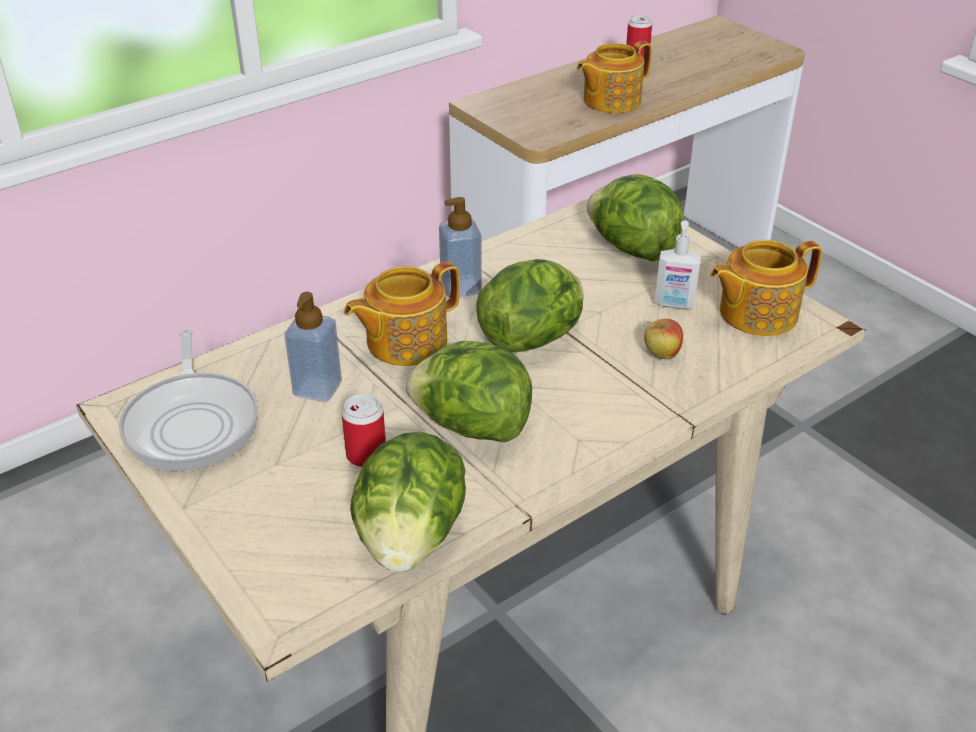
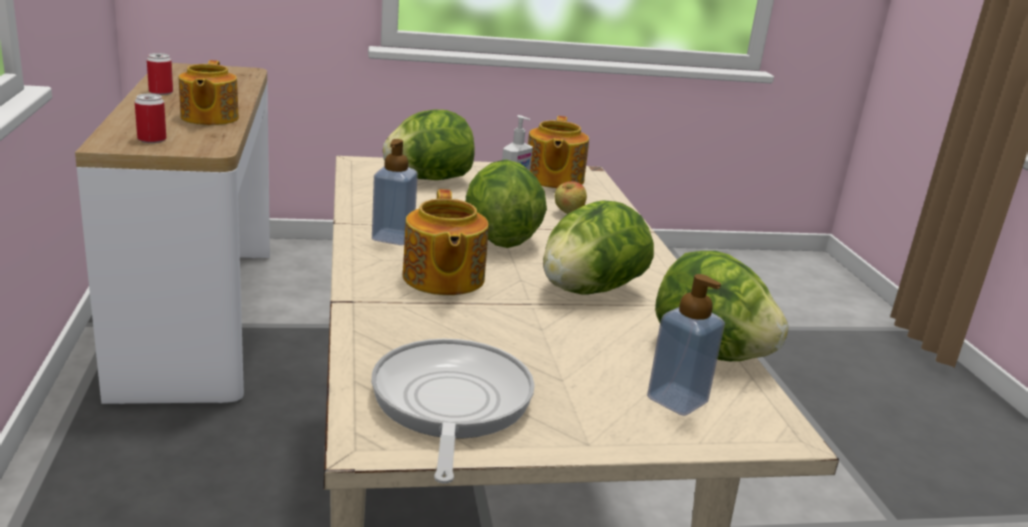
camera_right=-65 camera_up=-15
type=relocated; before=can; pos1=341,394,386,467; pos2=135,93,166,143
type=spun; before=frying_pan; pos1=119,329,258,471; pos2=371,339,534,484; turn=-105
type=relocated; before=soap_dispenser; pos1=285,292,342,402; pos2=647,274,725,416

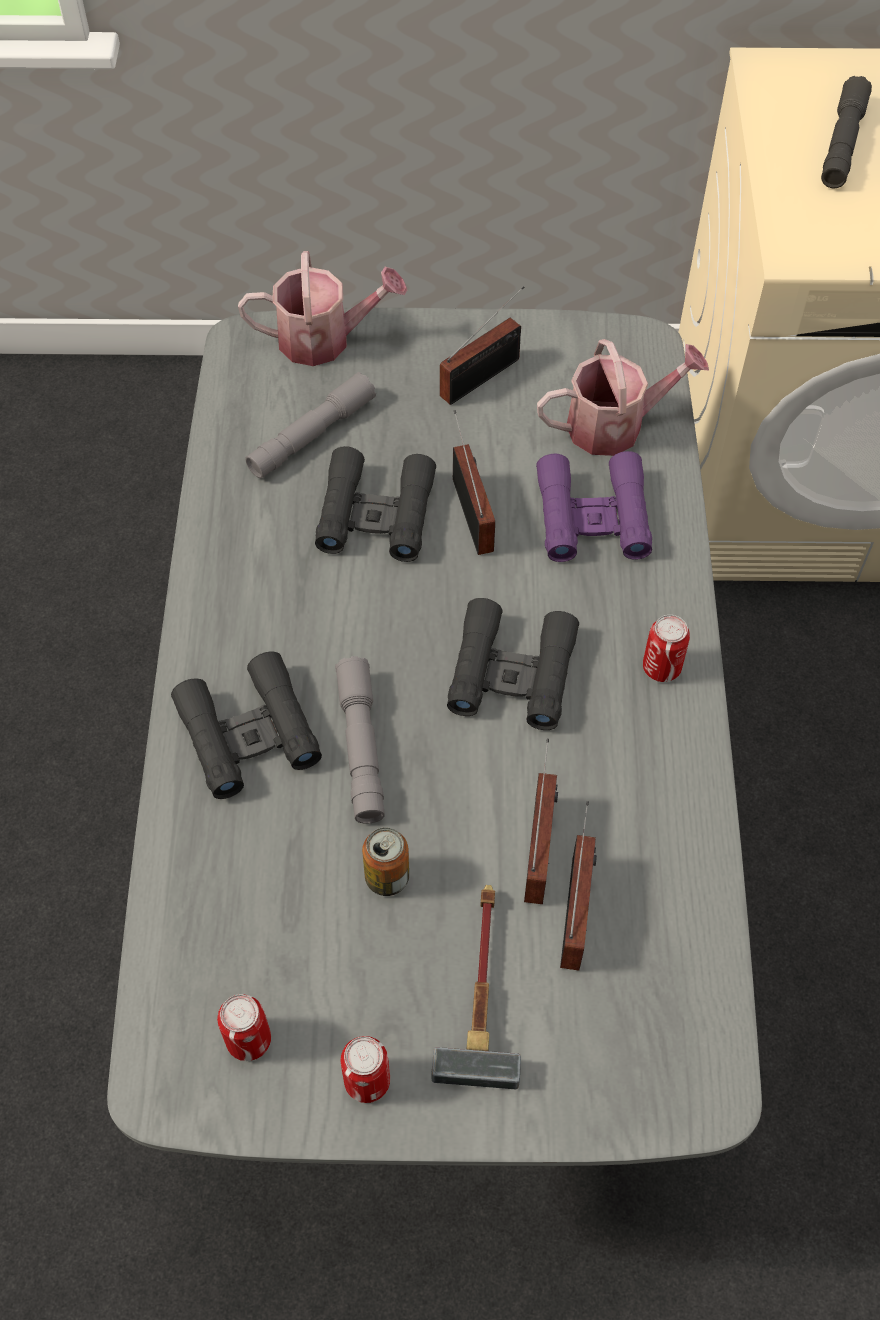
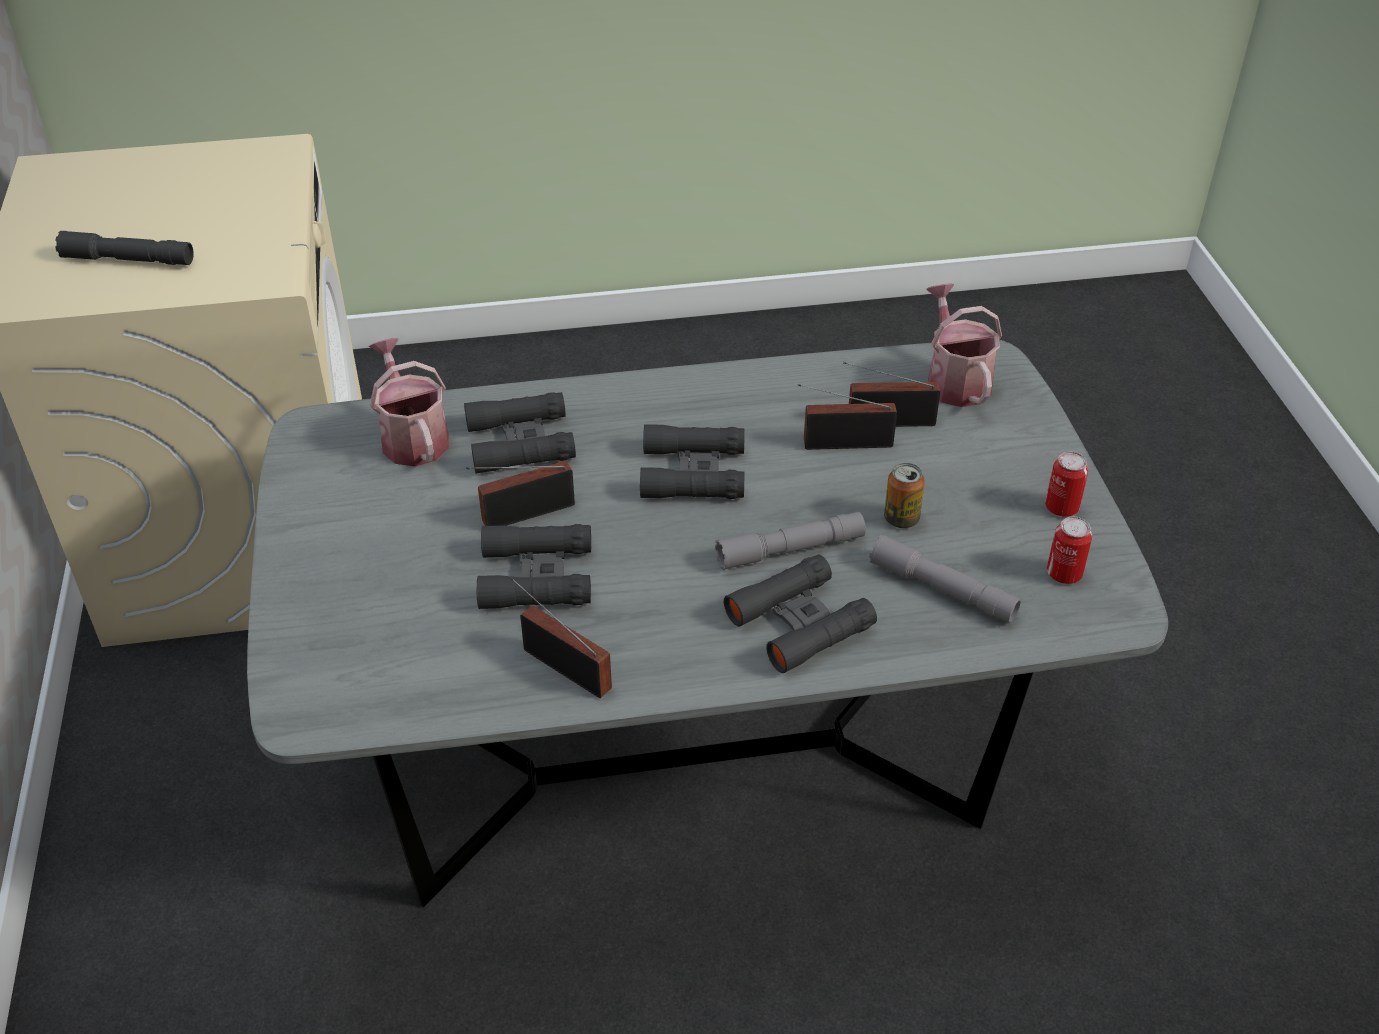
camera_right=-100 camera_up=-15
type=colour; before=purple_binoculars; after=black_binoculars; pos1=536,451,652,562; pos2=464,392,576,474
type=relocated; before=radio; pos1=440,286,524,405; pos2=510,577,612,698
type=relocated; before=grey_flashlight; pos1=245,372,376,478; pos2=869,535,1021,623
type=relocated; before=watering_can; pos1=238,251,407,366; pos2=927,283,1002,407
type=missing; before=hammer; pos1=432,885,521,1089
type=missing; before=can; pos1=643,615,690,682

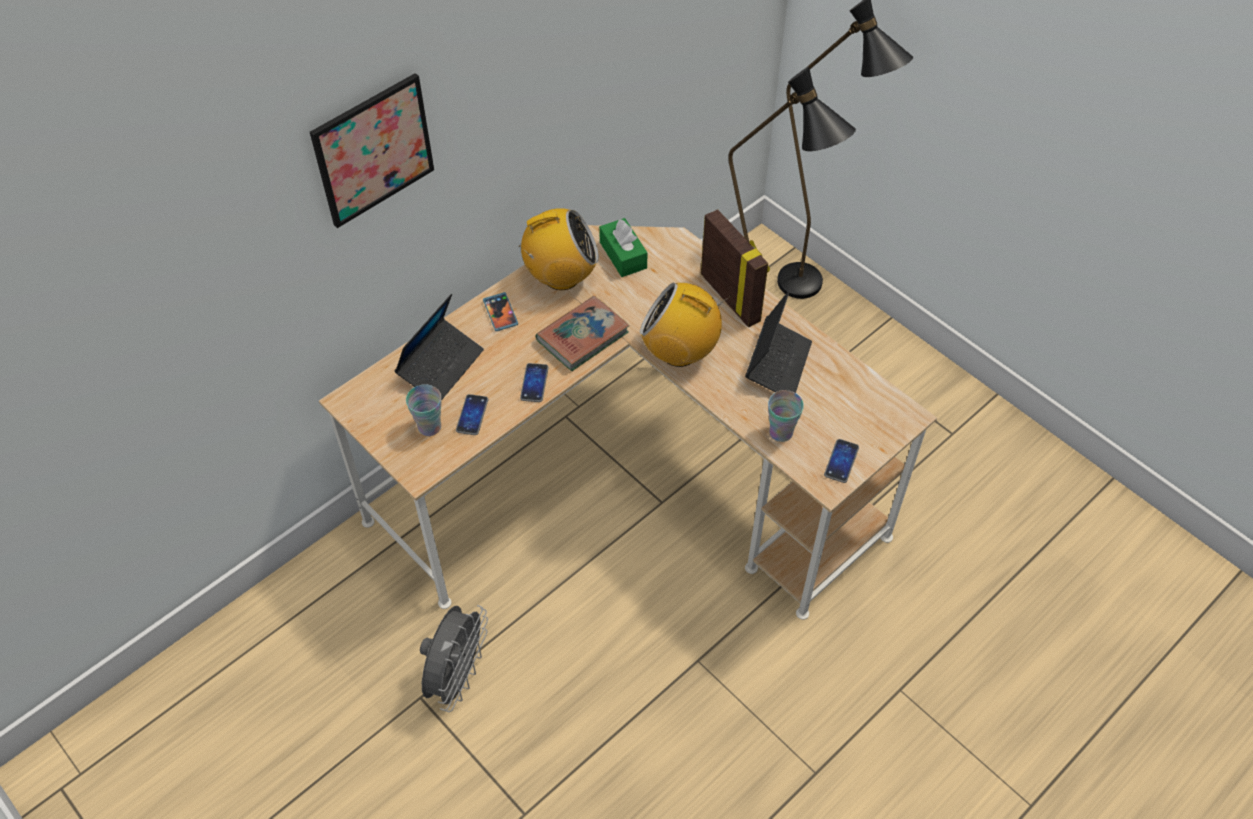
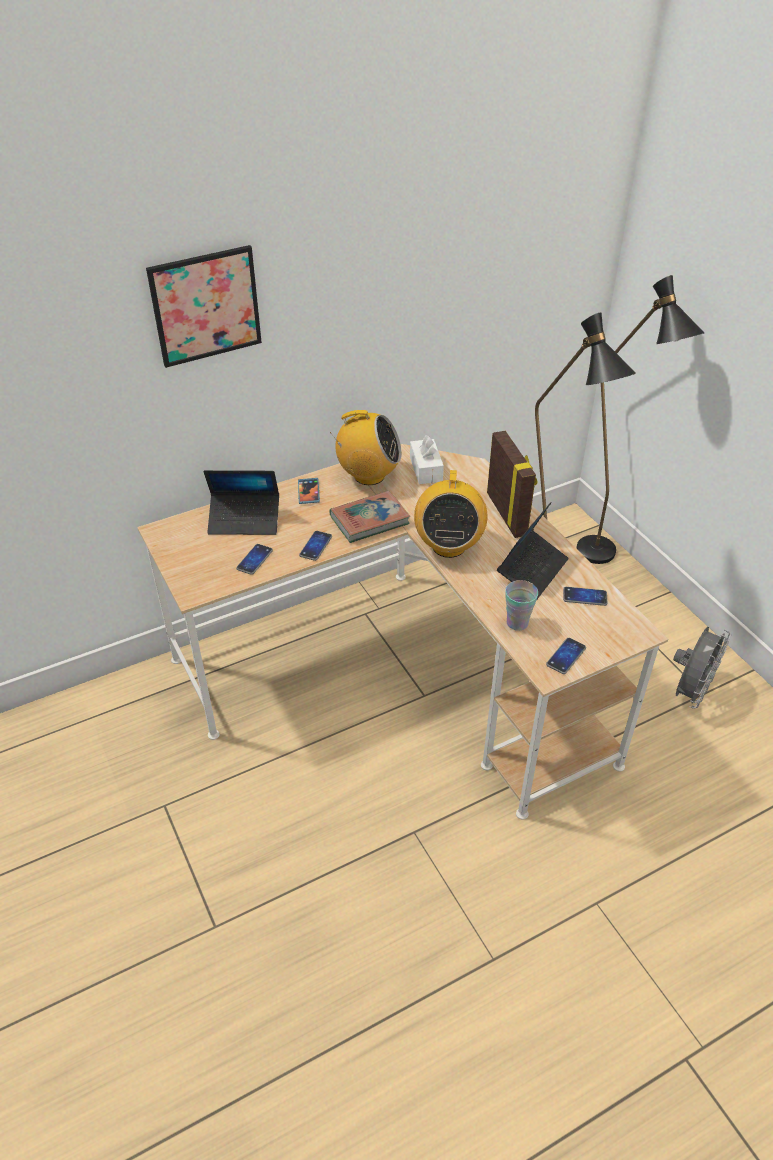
camera_right=15 camera_up=-10
type=spun; before=laptop; pos1=394,294,484,400; pos2=204,470,279,535; turn=45
type=colour; before=green_tissue_box; after=white_tissue_box; pos1=599,218,647,277; pos2=410,435,444,484
type=spun; before=radio; pos1=640,282,731,367; pos2=414,469,488,558; turn=-120
type=appeared; after=phone; pos2=563,587,607,606
type=relocated; before=grey_fan; pos1=420,605,488,712; pos2=673,626,731,709
type=missing; before=cup; pos1=406,384,442,436

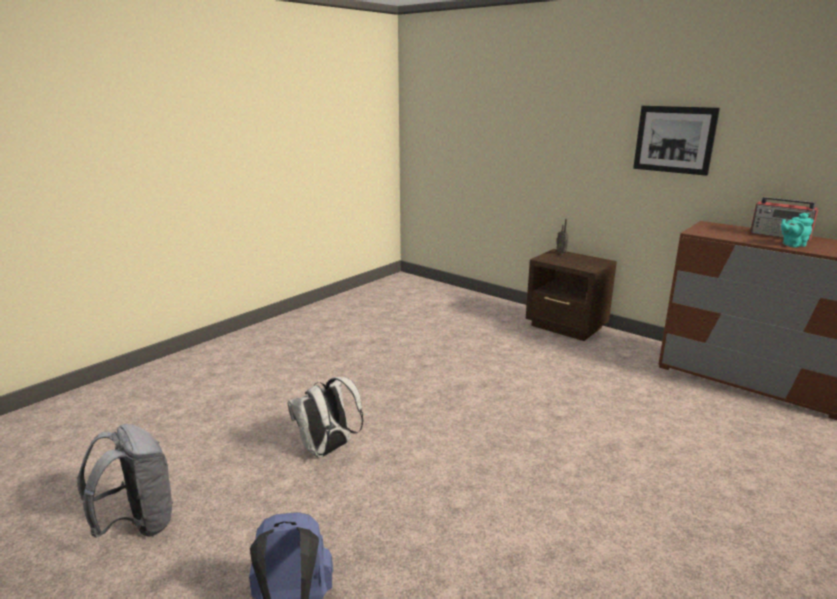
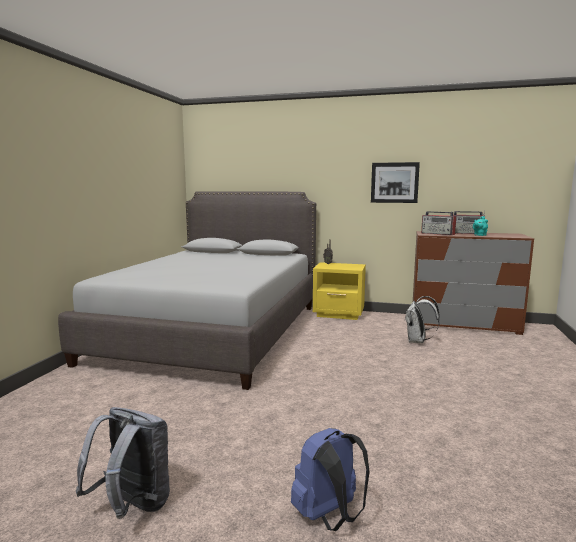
camera_right=-25 camera_up=-10
type=appeared; after=grey_bed; pos2=58,191,316,390
type=colour; before=brown_nightstand; after=yellow_nightstand; pos1=526,249,617,341; pos2=313,262,366,320
type=relocated; before=white_backpack; pos1=288,377,364,458; pos2=405,296,440,343
type=appeared; after=radio; pos2=421,211,456,235

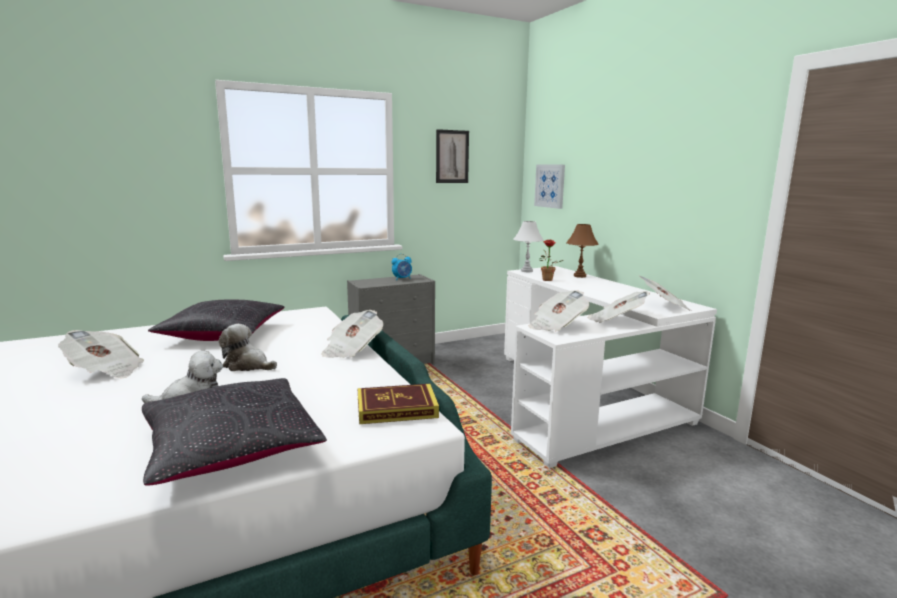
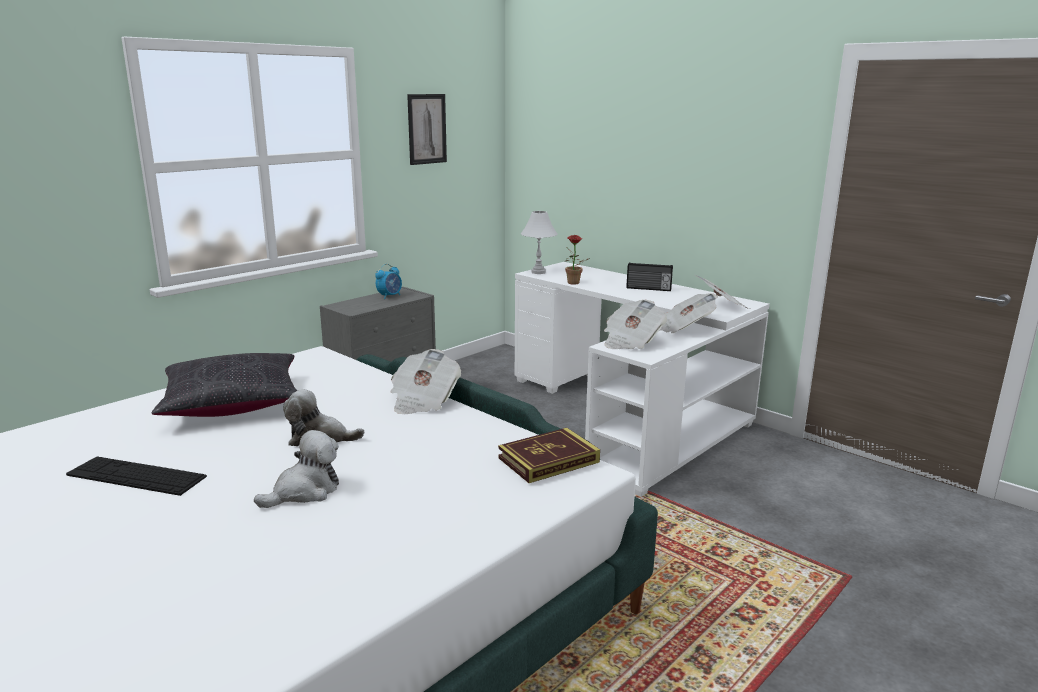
camera_right=-20 camera_up=5
type=exchanged; before=newspaper; after=keyboard; pos1=58,330,144,378; pos2=66,457,207,496
type=appeared; after=radio; pos2=626,262,673,291
type=missing; before=black_pillow; pos1=142,378,327,486
type=missing; before=picture; pos1=534,165,565,209
type=missing; before=brown_table_lamp; pos1=566,224,599,278

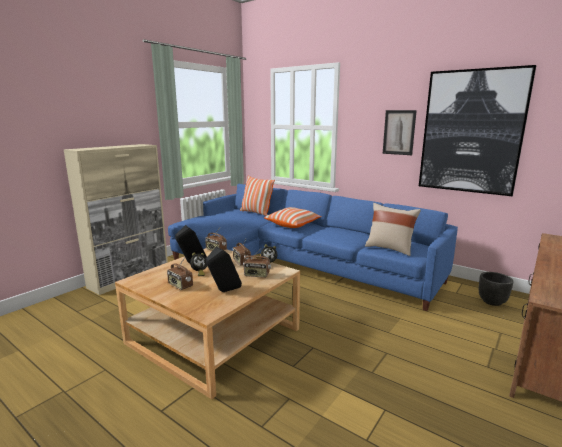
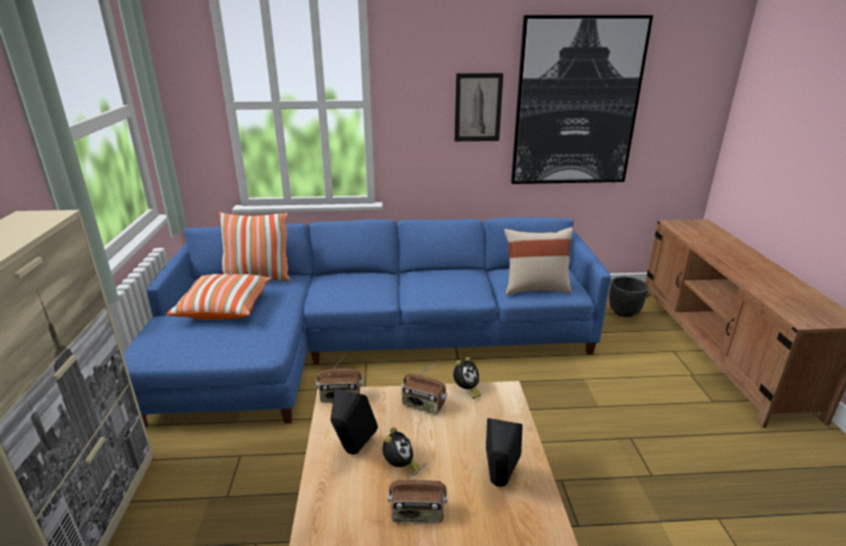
camera_right=-40 camera_up=10
type=relocated; before=pillow; pos1=264,207,322,228; pos2=167,274,272,320
type=missing; before=radio; pos1=243,247,271,278

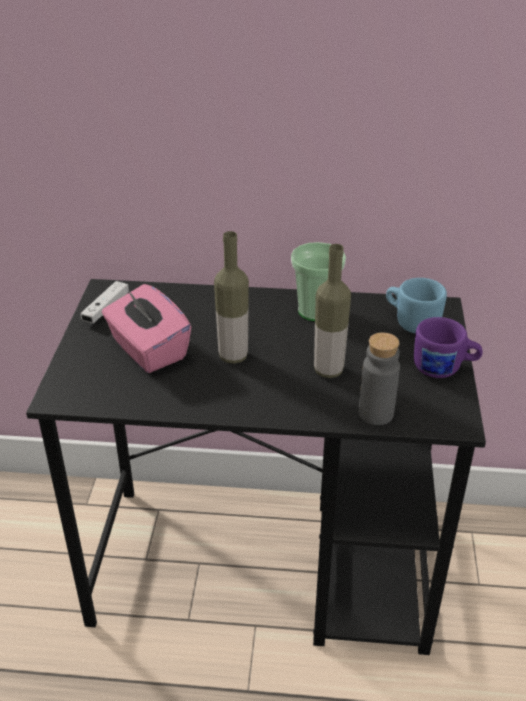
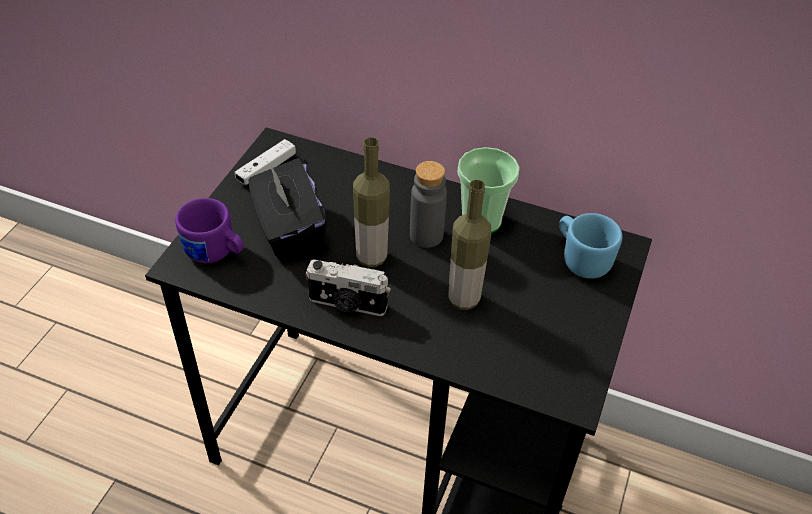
camera_right=15 camera_up=10
type=relocated; before=purple_mug; pos1=414,317,482,378; pos2=175,198,244,263
type=colour; before=pink_tissue_box; after=black_tissue_box; pos1=102,284,191,373; pos2=248,158,327,258
type=appeared; after=photo_camera; pos2=305,259,391,316
type=relocated; before=grey_bottle; pos1=359,332,400,425; pos2=410,161,447,248

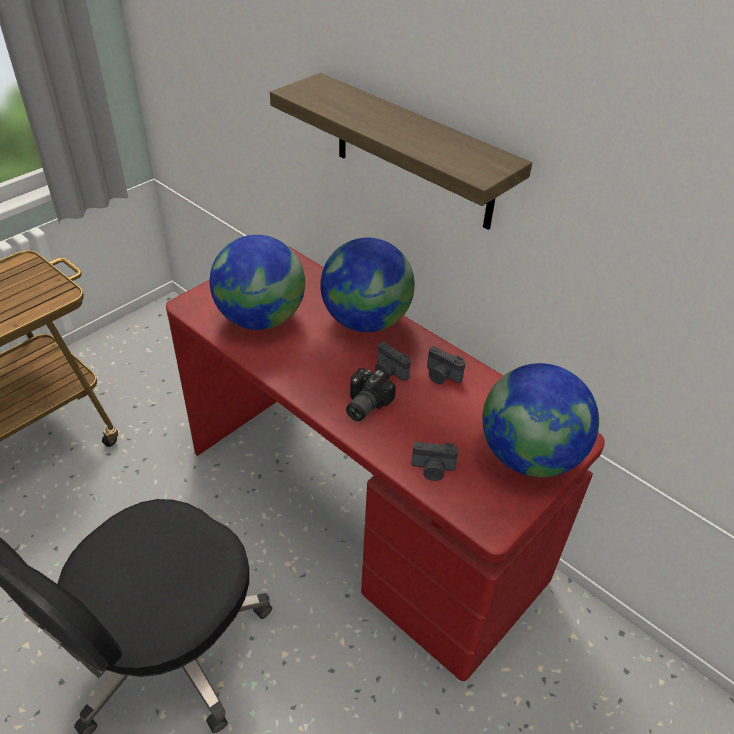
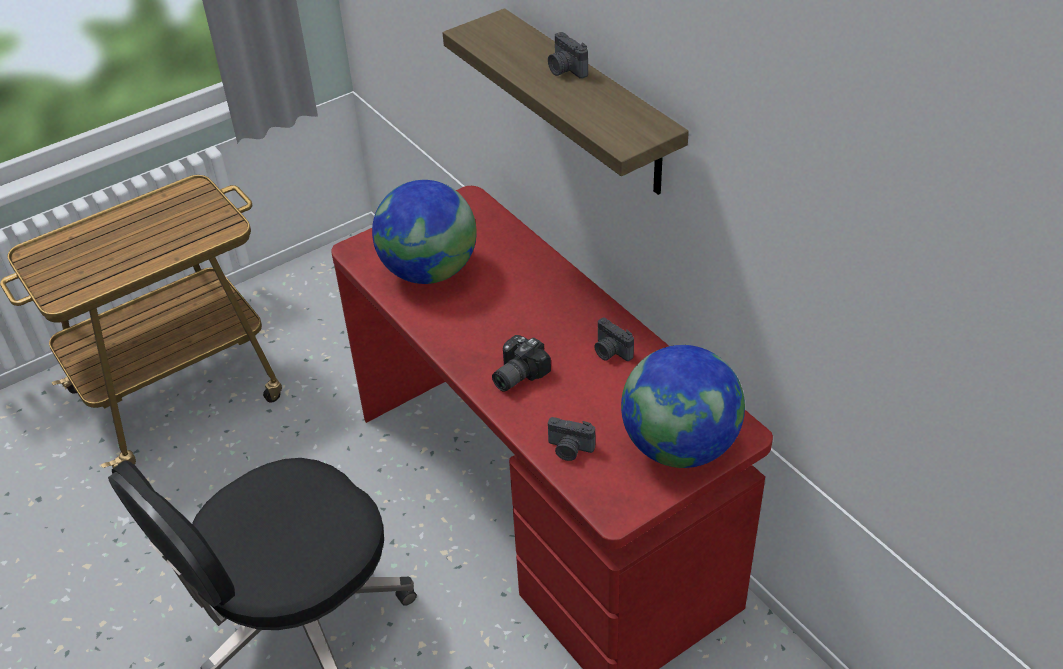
camera_right=15 camera_up=0
type=relocated; before=photo_camera; pos1=375,342,411,381; pos2=548,32,588,79
type=missing; before=globe; pos1=320,238,415,332

